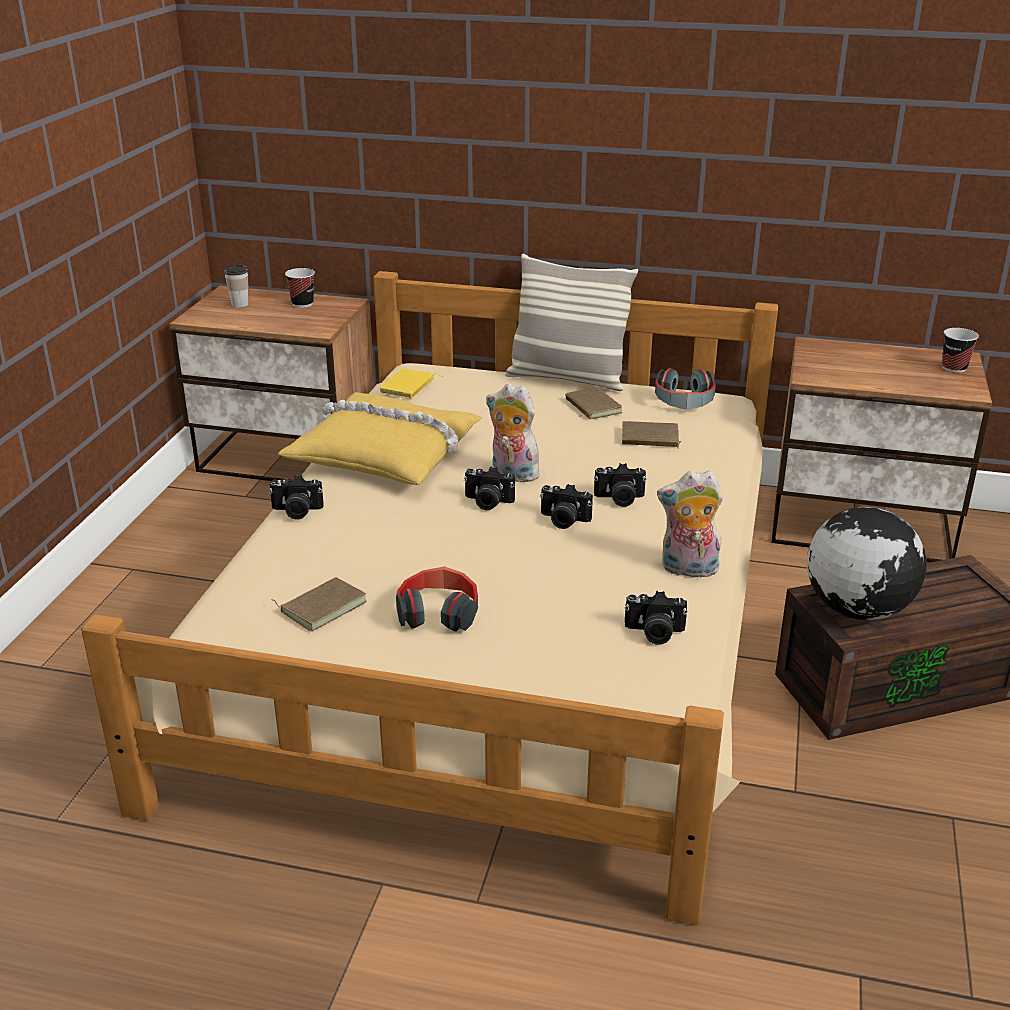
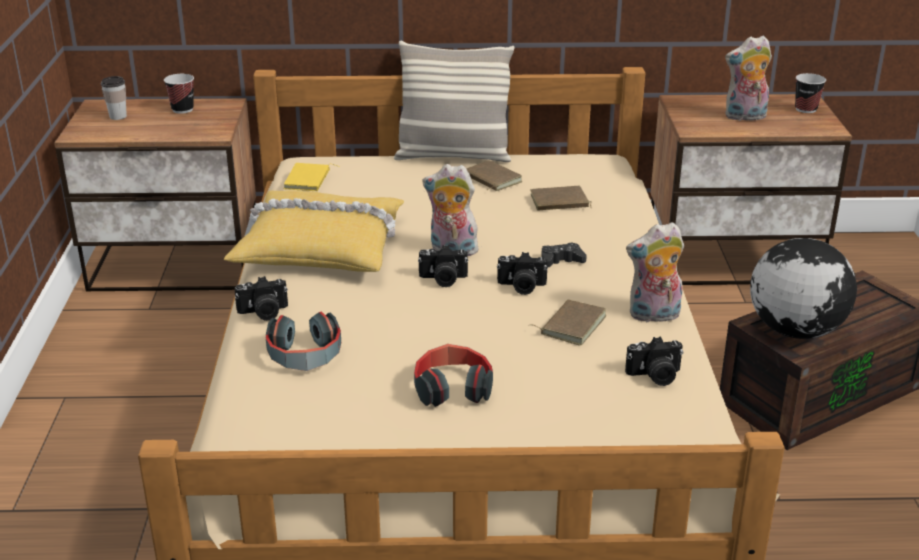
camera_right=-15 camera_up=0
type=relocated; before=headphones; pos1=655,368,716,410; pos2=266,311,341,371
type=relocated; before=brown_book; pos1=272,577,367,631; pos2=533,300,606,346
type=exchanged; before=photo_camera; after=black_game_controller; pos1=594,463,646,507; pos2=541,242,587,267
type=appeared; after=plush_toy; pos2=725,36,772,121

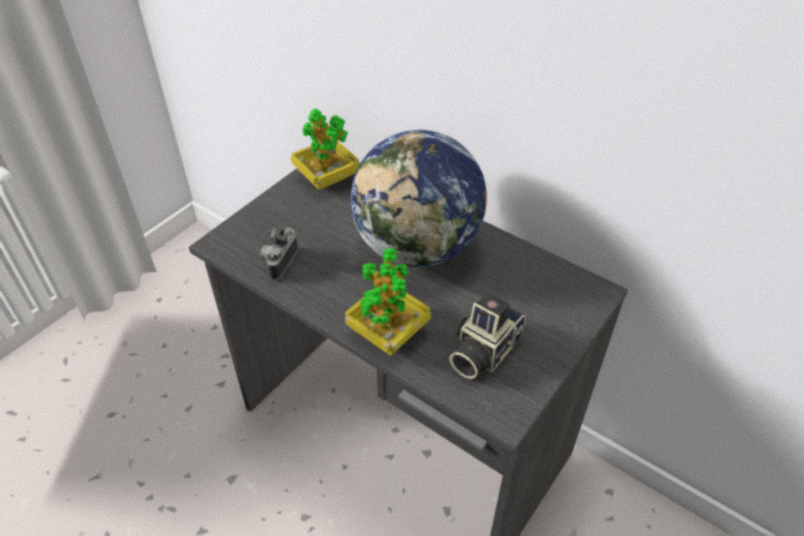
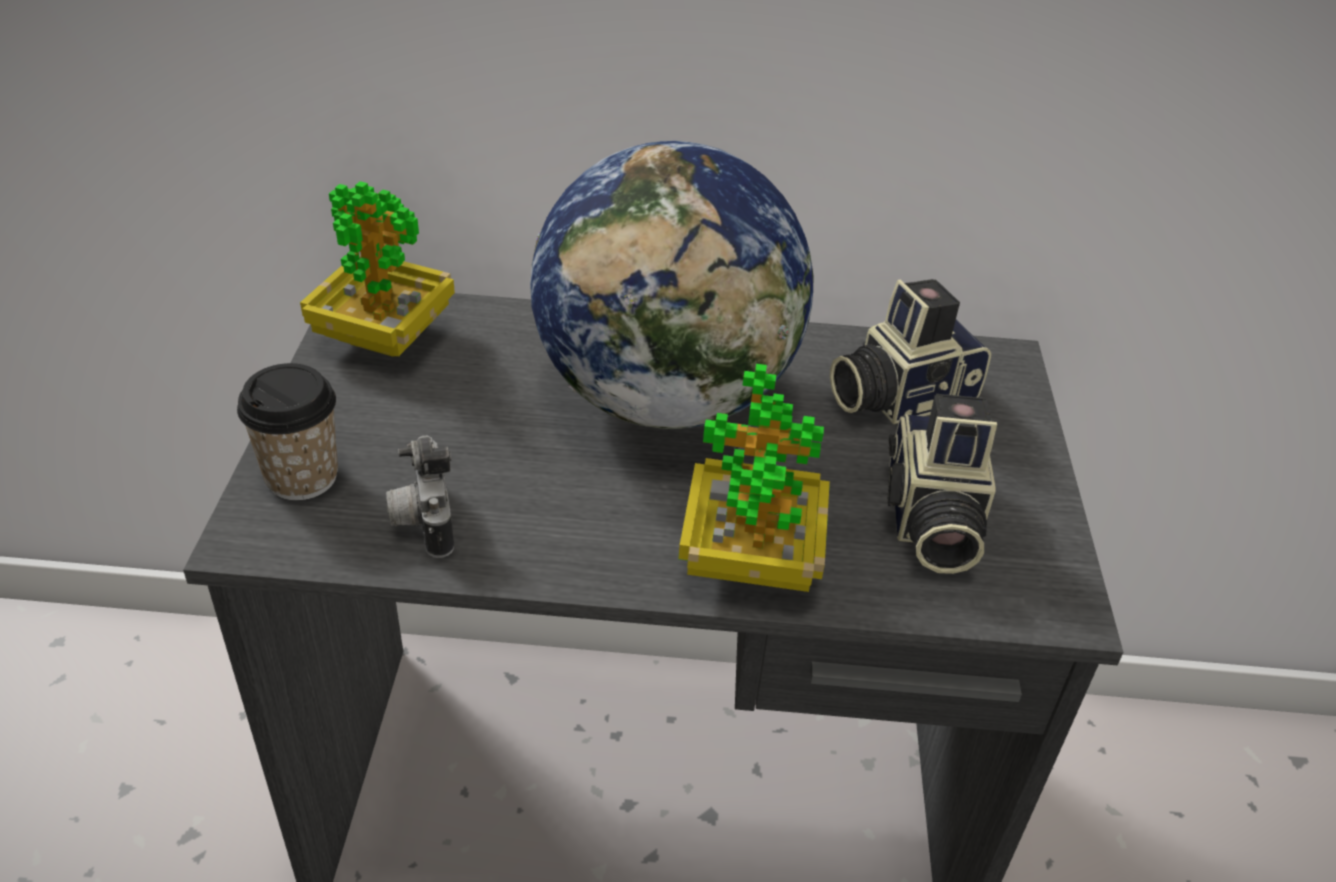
camera_right=-35 camera_up=-5
type=appeared; after=cup; pos2=237,363,338,500
type=appeared; after=photo_camera; pos2=830,279,991,424

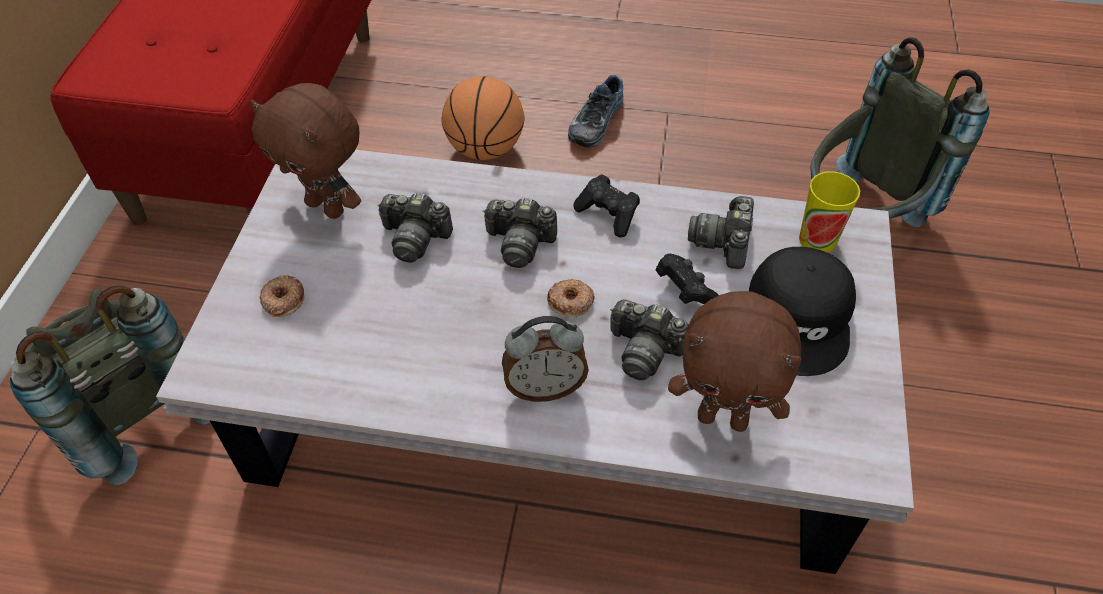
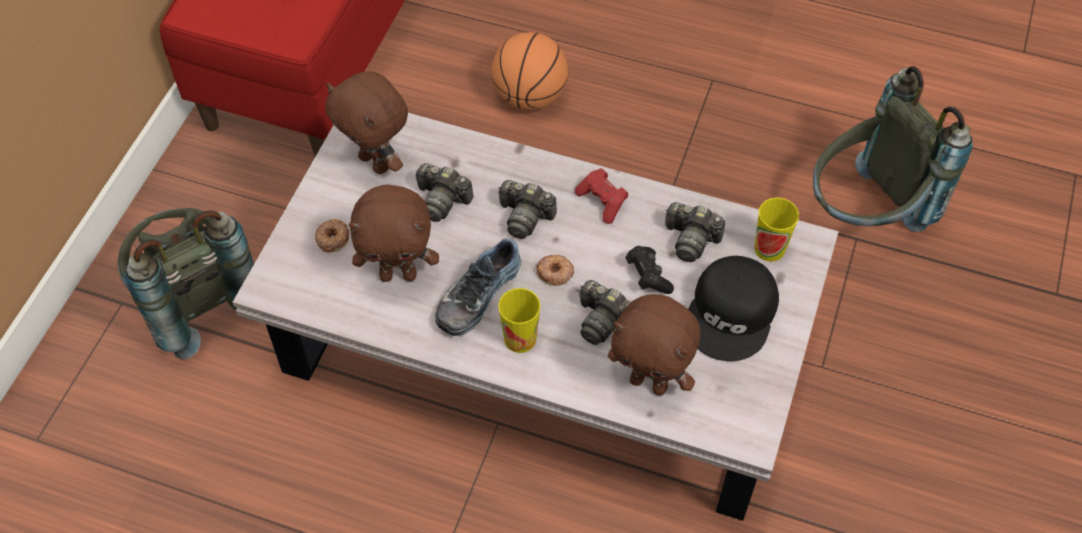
camera_right=10 camera_up=5
type=appeared; after=brown_plush_toy; pos2=349,184,439,282
type=relocated; before=shoe; pos1=568,75,624,147; pos2=435,238,521,336
type=exchanged; before=alarm_clock; after=cup; pos1=502,316,589,402; pos2=498,288,540,353
type=colour; before=black_game_controller; after=red_game_controller; pos1=573,174,640,237; pos2=575,168,628,224
type=spun; before=photo_camera; pos1=688,196,754,269; pos2=665,202,725,262; turn=-90

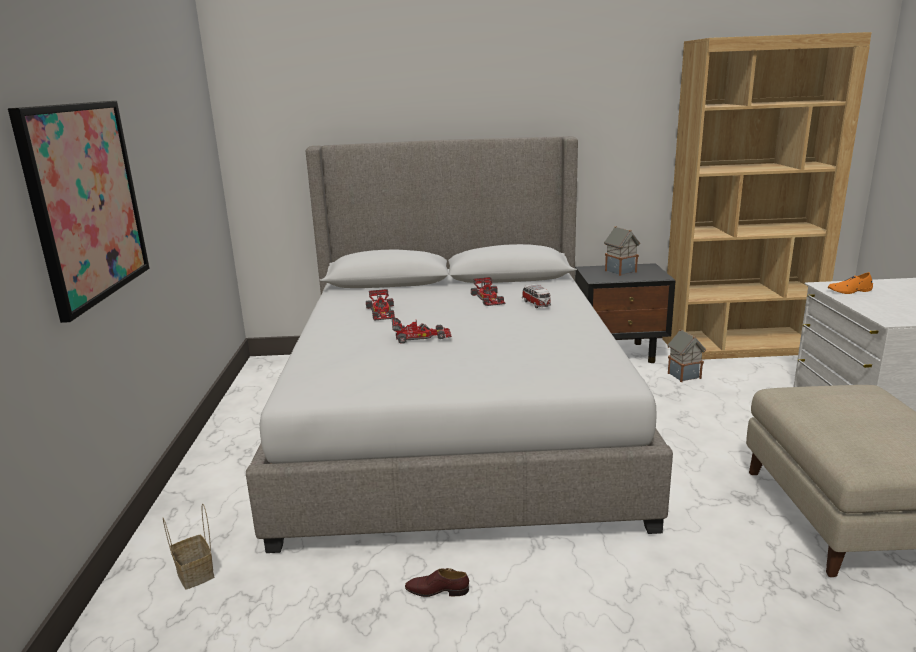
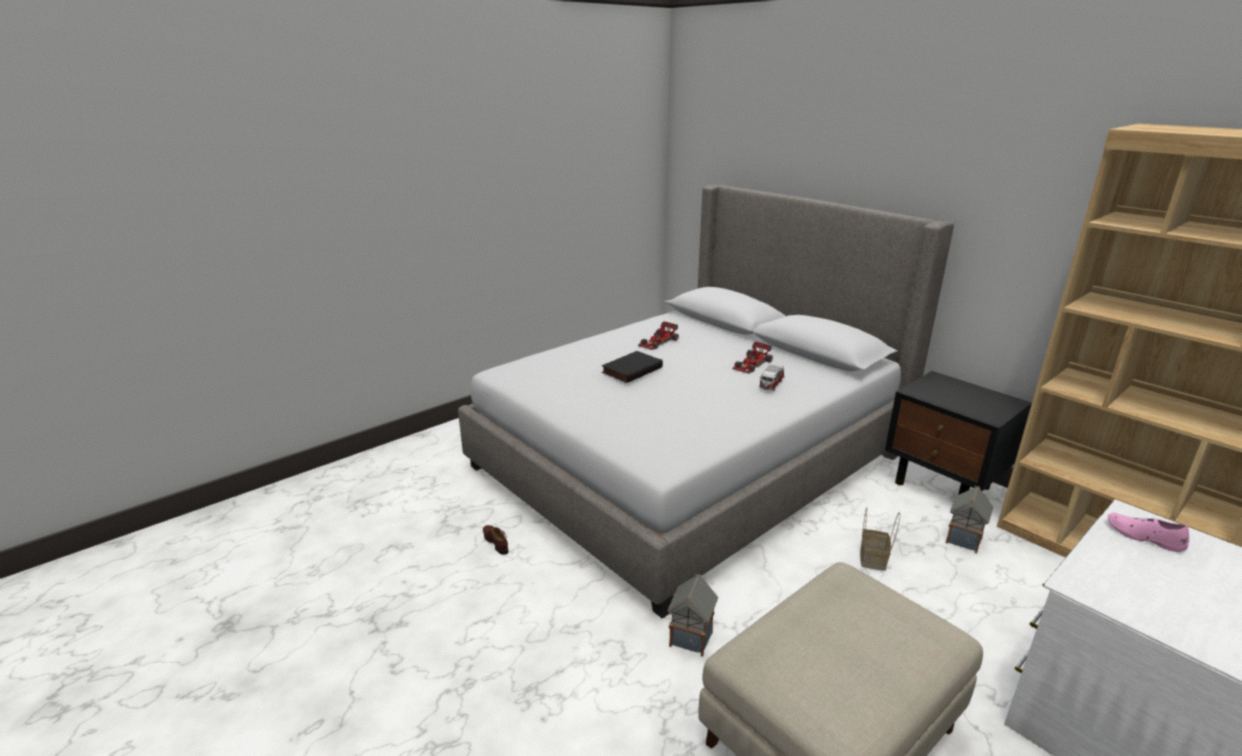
camera_right=50 camera_up=5
type=exchanged; before=toy_car; after=black_book; pos1=392,318,452,344; pos2=602,351,663,383
type=relocated; before=toy_house; pos1=604,226,640,276; pos2=667,574,718,657
type=relocated; before=basket; pos1=163,503,214,589; pos2=860,507,900,571
type=colour; before=orange_shoe; after=pink_shoe; pos1=828,272,873,294; pos2=1107,513,1189,552
type=missing; before=picture; pos1=8,101,150,323

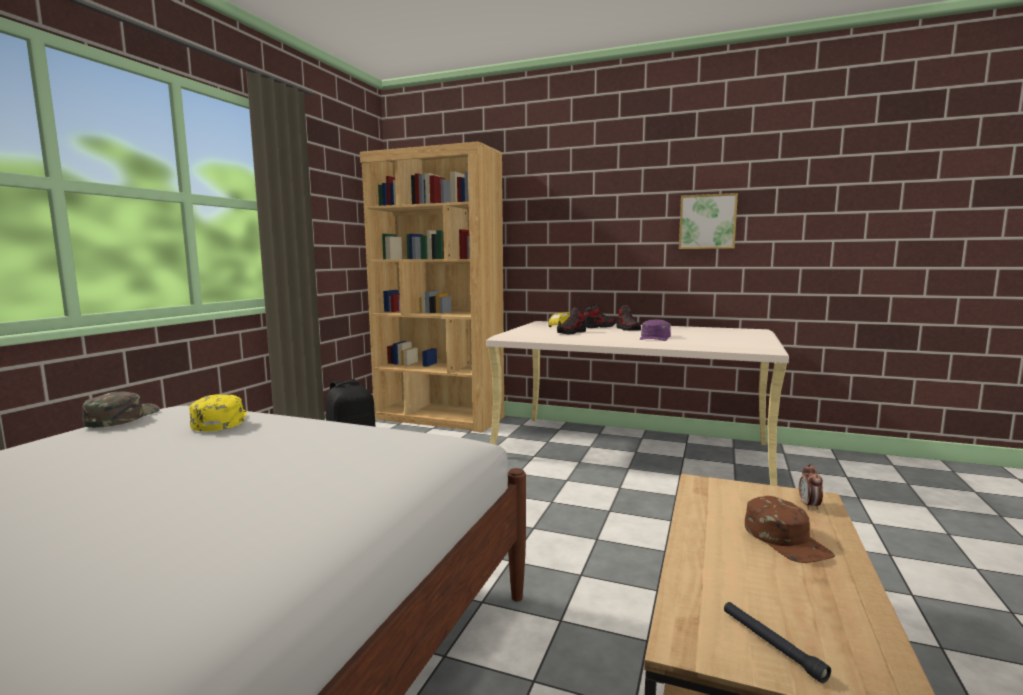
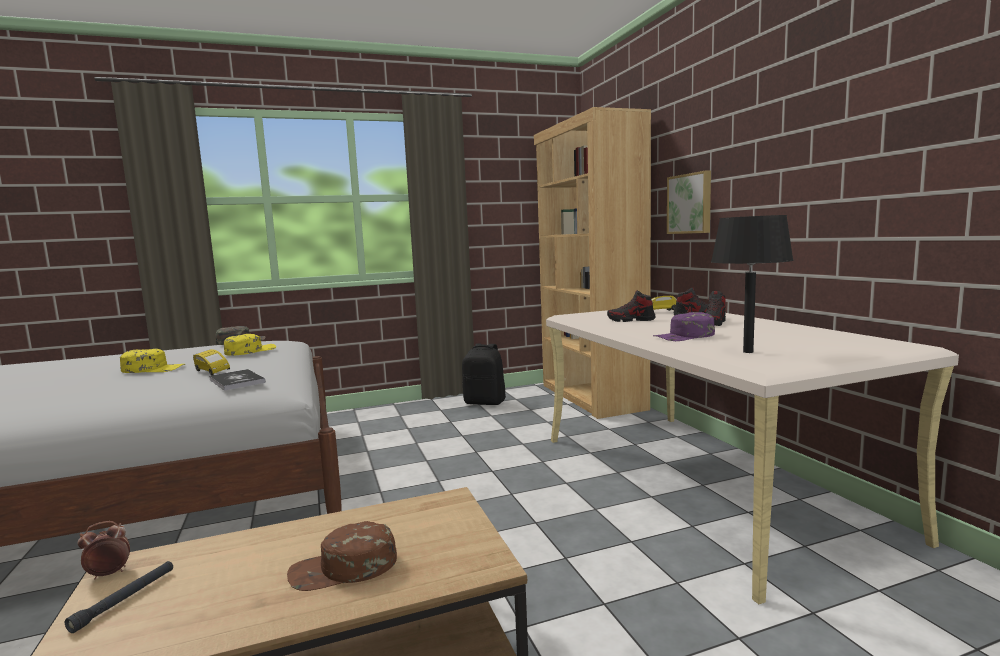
camera_right=50 camera_up=0
type=relocated; before=alarm_clock; pos1=799,463,823,510; pos2=77,521,130,580
type=appeared; after=yellow_cap; pos2=120,349,185,373
type=appeared; after=yellow_toy_car; pos2=193,349,230,375
type=appeared; after=book; pos2=209,369,265,391
type=spun; before=brown_cap; pos1=745,496,835,563; pos2=287,521,397,591; turn=45
type=relocated; before=picture; pos1=679,193,738,249; pos2=667,171,711,234
type=appeared; after=black_table_lamp; pos2=711,215,794,353

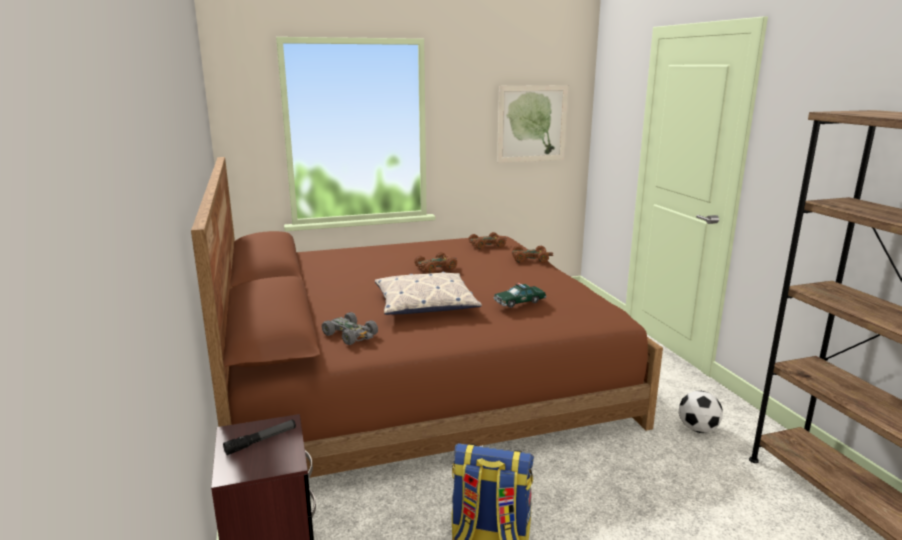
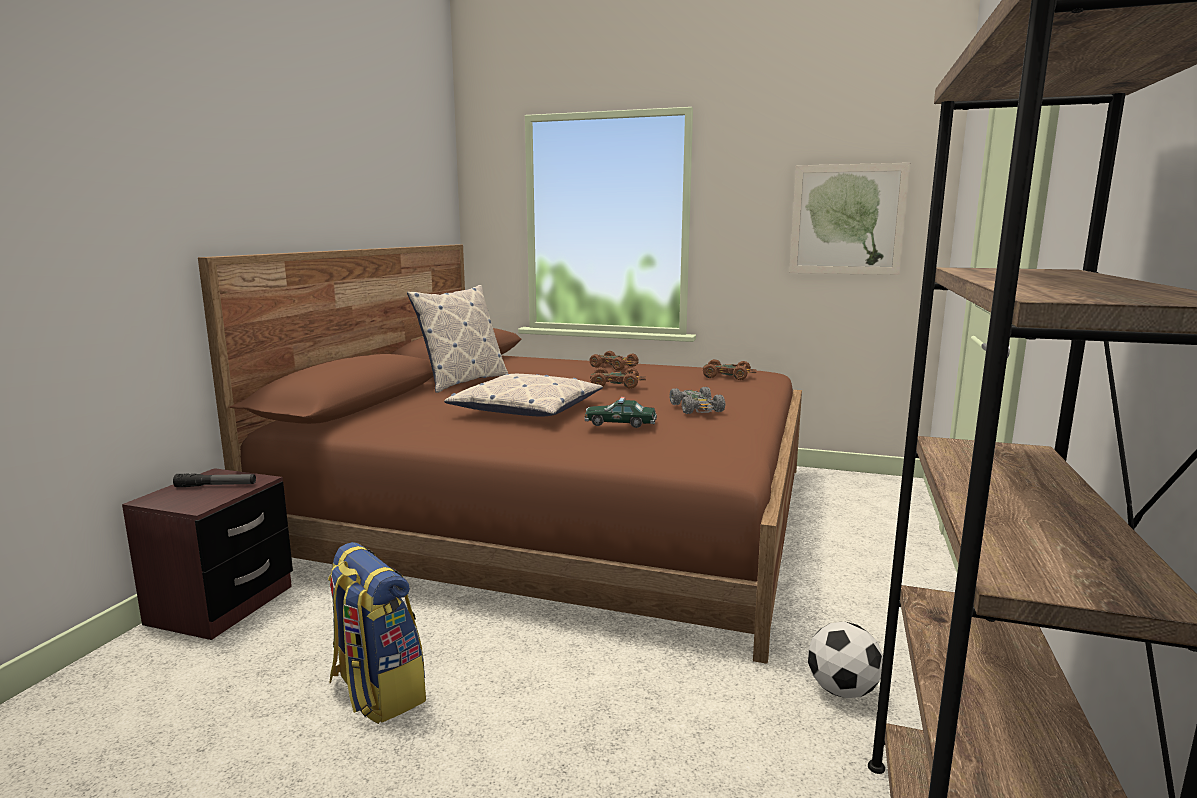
camera_right=35 camera_up=-5
type=appeared; after=pillow; pos2=407,285,508,393
type=relocated; before=brown_toy_car; pos1=512,246,553,263; pos2=590,351,639,371
type=relocated; before=grey_toy_car; pos1=322,312,378,345; pos2=670,387,725,414

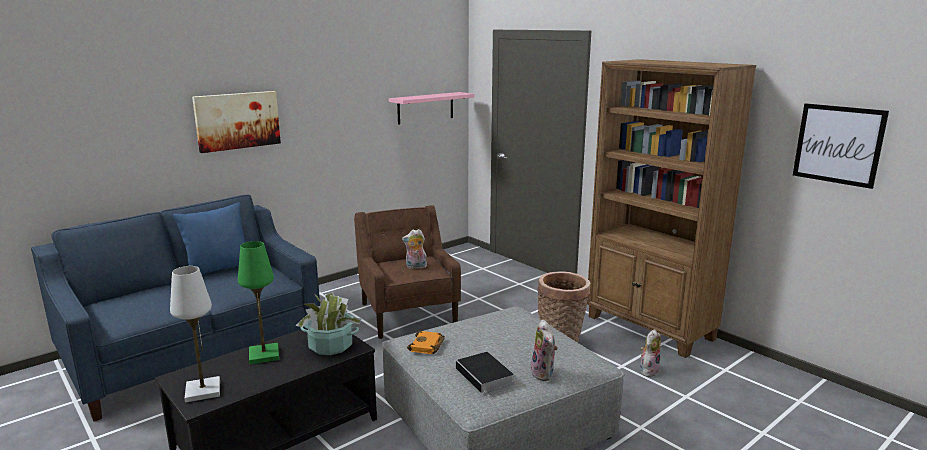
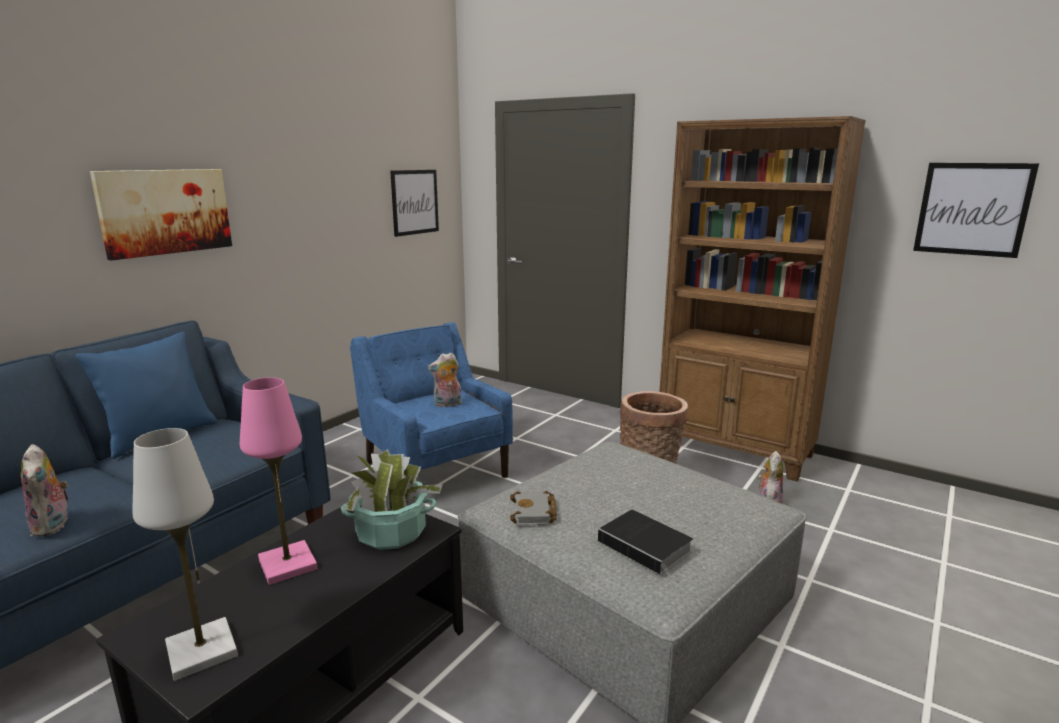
camera_right=-15 camera_up=0
type=relocated; before=plush_toy; pos1=531,319,558,381; pos2=21,444,72,537
type=colour; before=green_table_lamp; after=pink_table_lamp; pos1=238,241,279,364; pos2=240,377,317,585
type=colour; before=brown_armchair; after=blue_armchair; pos1=354,205,461,339; pos2=350,322,513,478
type=exchanged; before=pink_shelf; after=picture; pos1=389,92,474,125; pos2=390,170,439,237
type=colour; before=orange_book; after=grey_book; pos1=407,331,445,354; pos2=510,491,557,525

